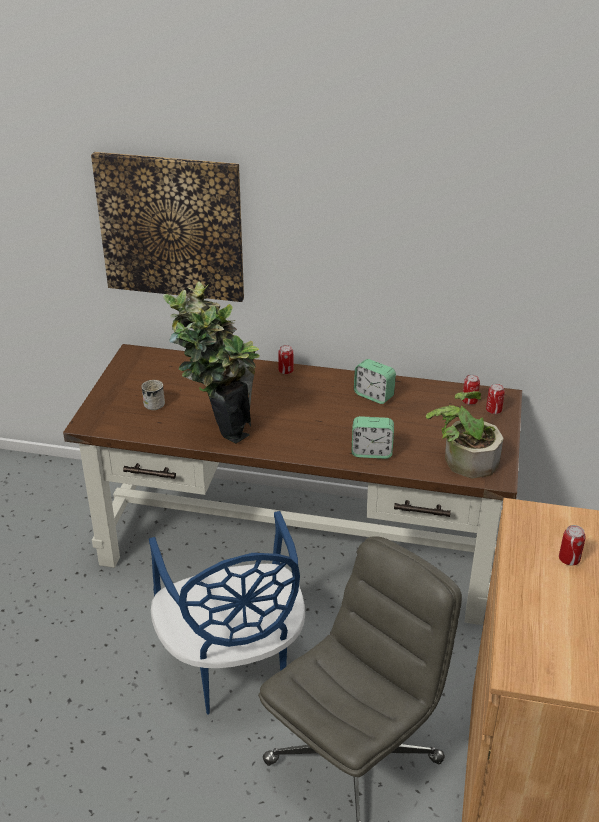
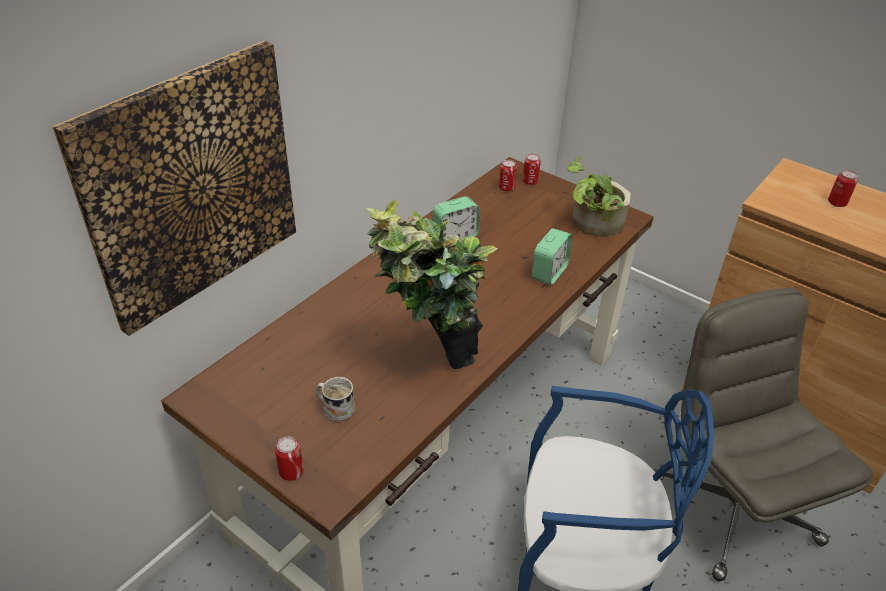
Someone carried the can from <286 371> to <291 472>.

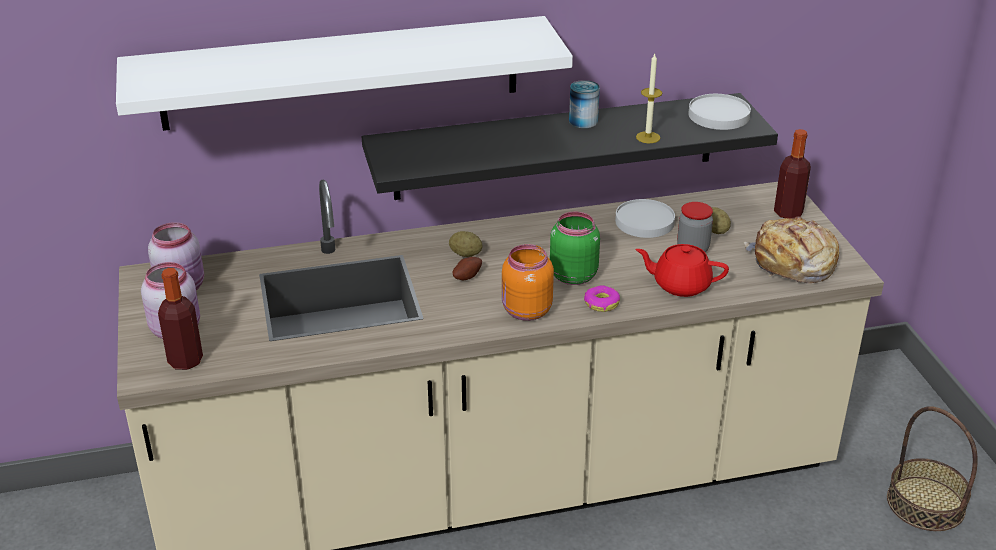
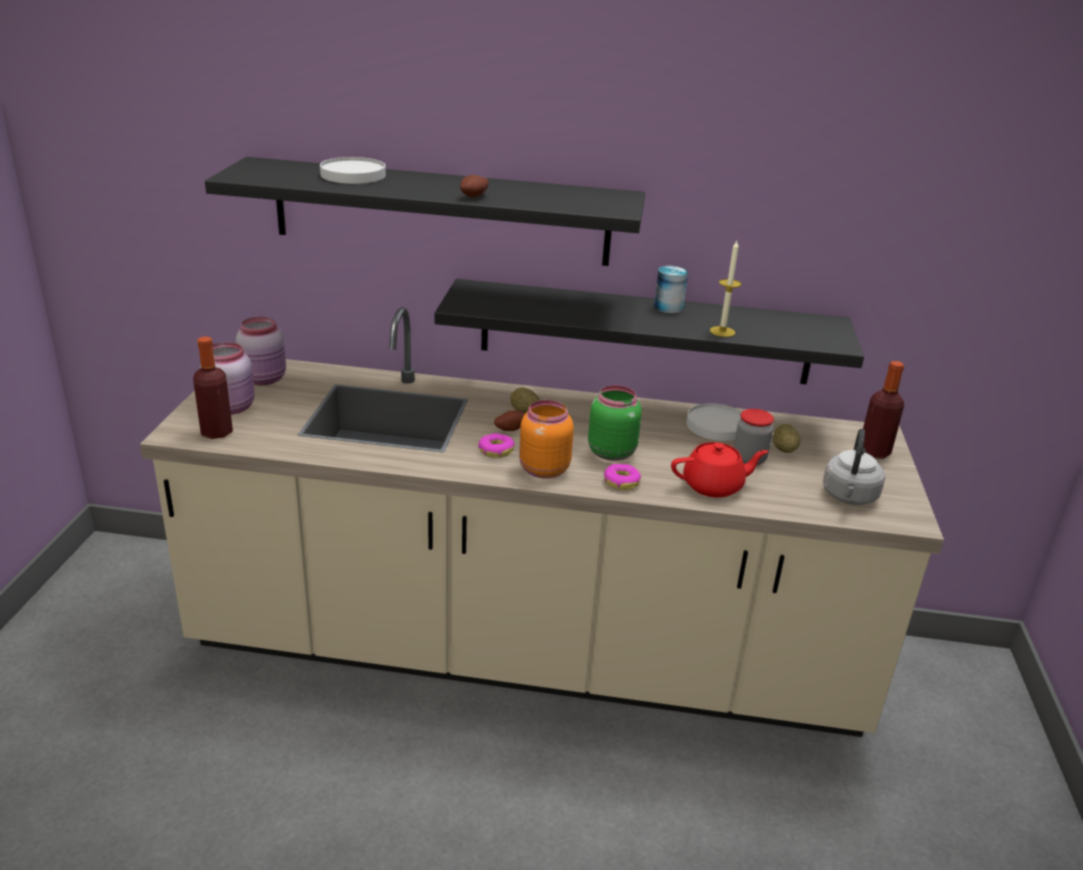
Someone repainted the shelf (white) at <341 73>, which became the shelf (black) at <441 212>.
Someone carried the plate (white) from <719 115> to <353 175>.
Someone put down the potato at <475 197>.
Someone put down the donut at <496 450>.
Someone rotated the teapot (red) at <680 285> by 135 degrees clockwise.
Someone swapped the bread at <793 263> for the kettle (grey) at <849 497>.
Someone took away the basket at <925 503>.

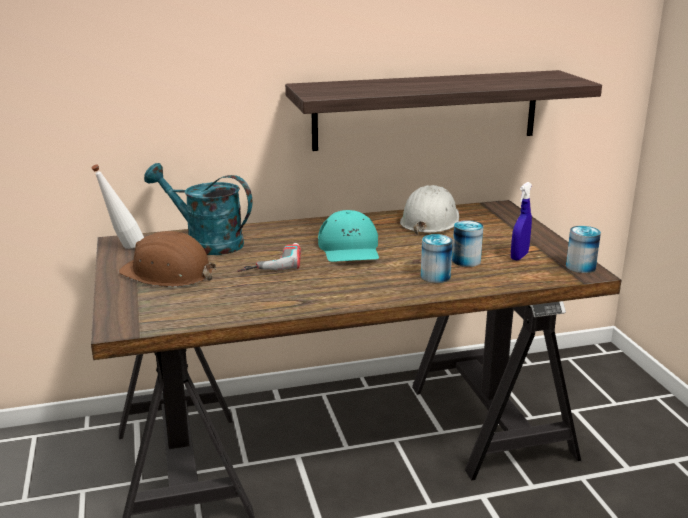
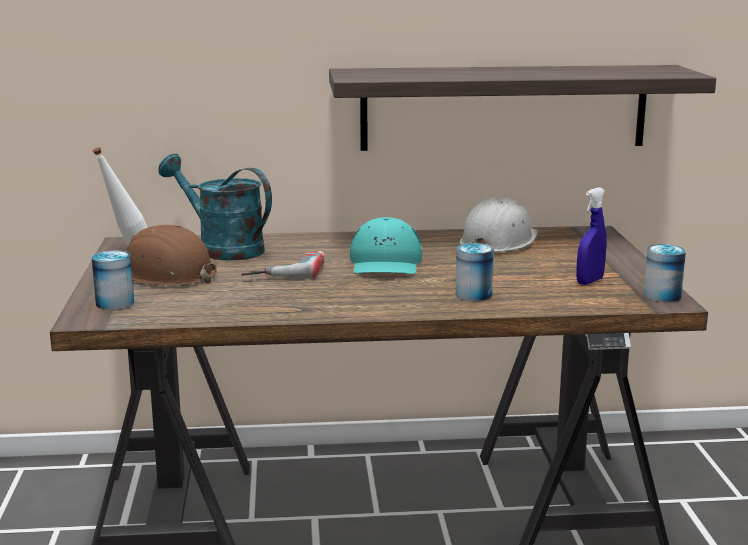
Someone carried the can from <466 261> to <115 303>.

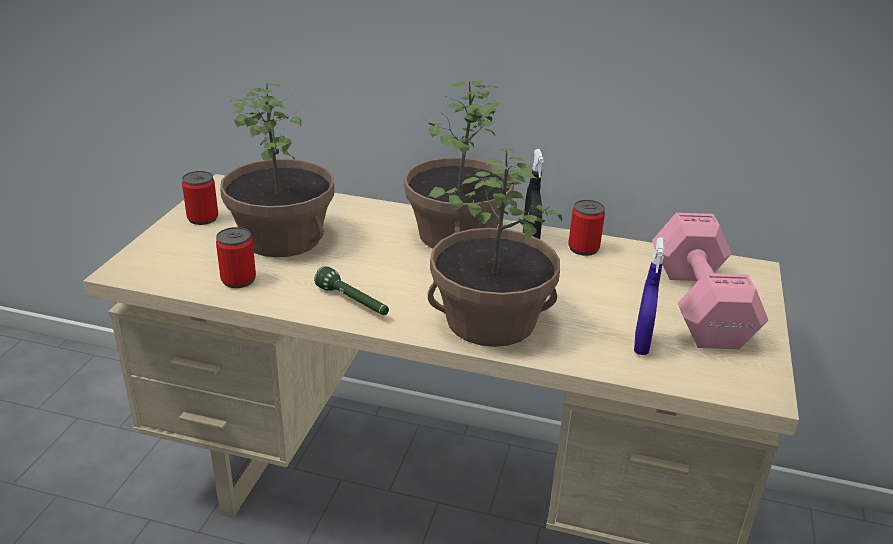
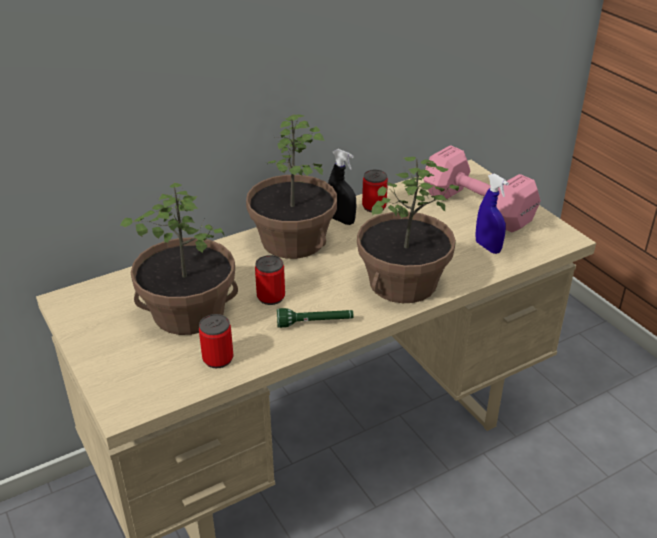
Someone carried the can from <203 218> to <271 297>.

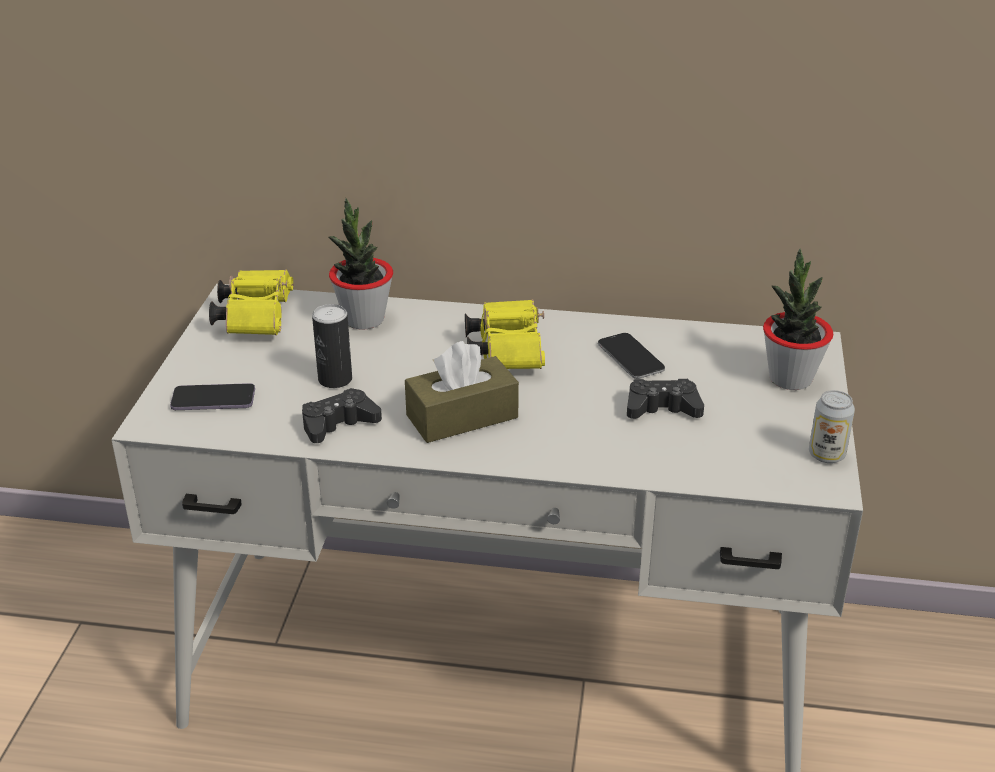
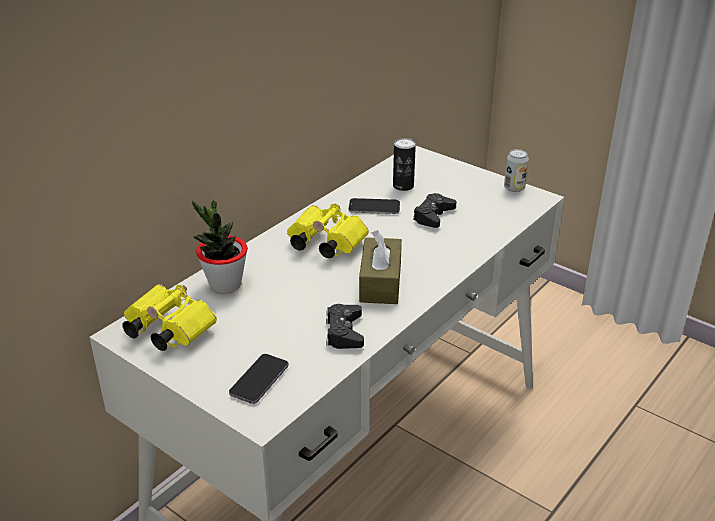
Someone carried the can from <335 379> to <403 186>.
Someone took away the potted plant at <790 378>.

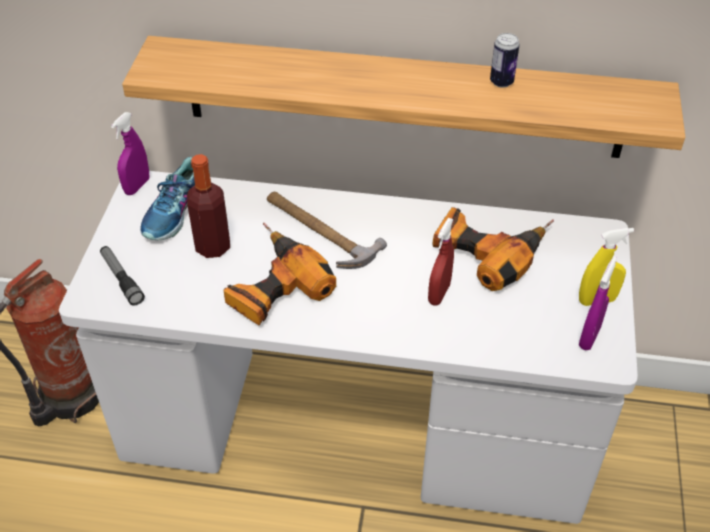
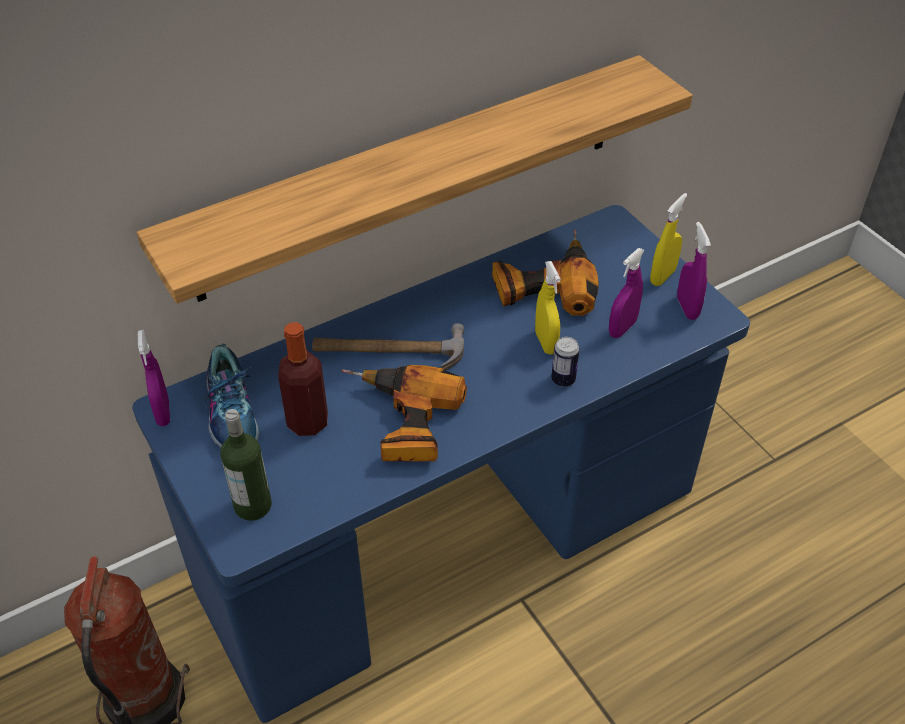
Someone repainted the desk (white) at <355 428>, which became the desk (blue) at <451 540>.
Someone swapped the flashlight at <121 279> for the bottle at <253 505>.
Someone repainted the spray bottle (red) at <439 294>, which became the spray bottle (yellow) at <545 342>.
Someone carried the can from <501 82> to <563 380>.
Someone put down the spray bottle (purple) at <622 328>.

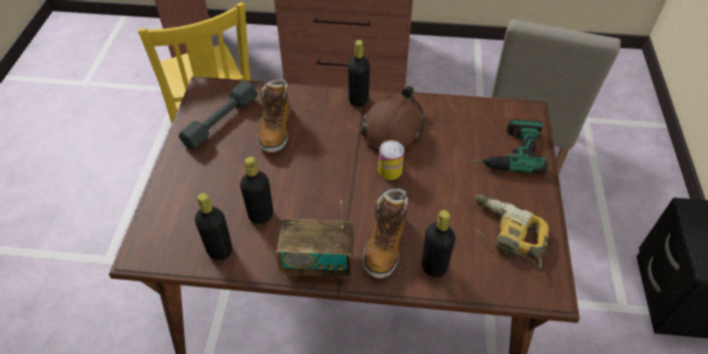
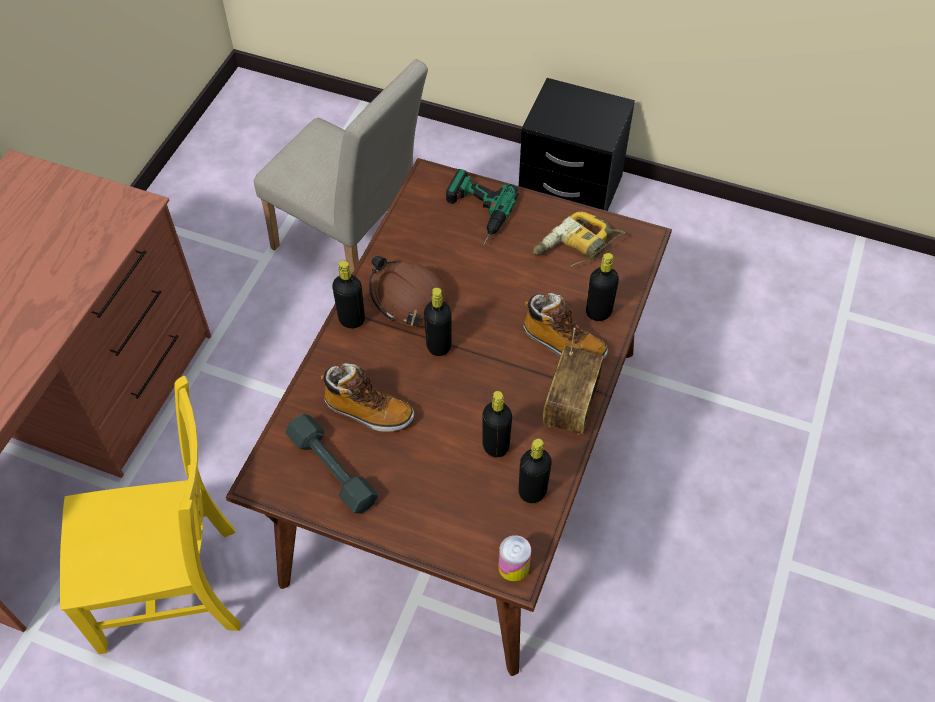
Someone put down the bottle (black) at <438 346>.
Someone carried the can from <390 170> to <513 567>.

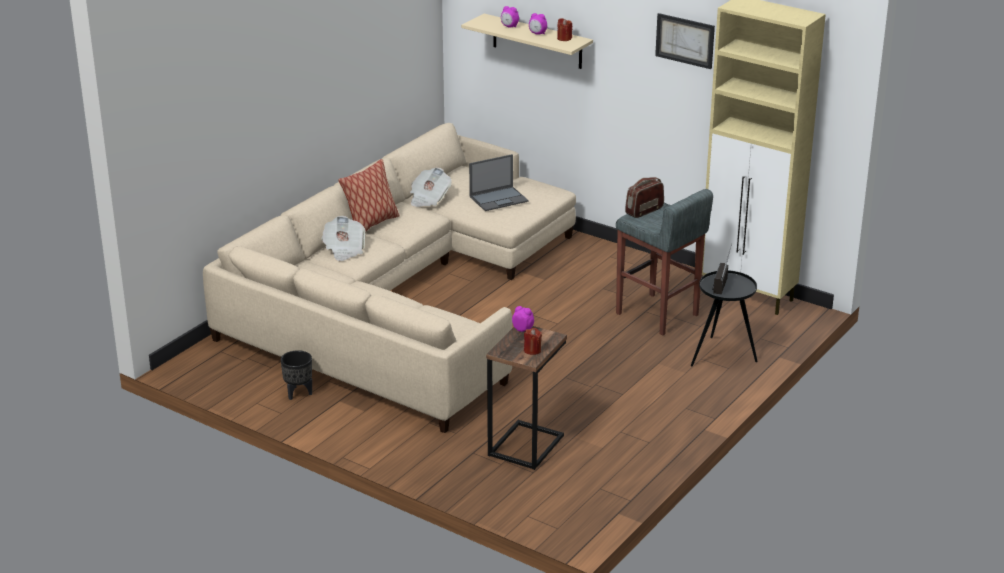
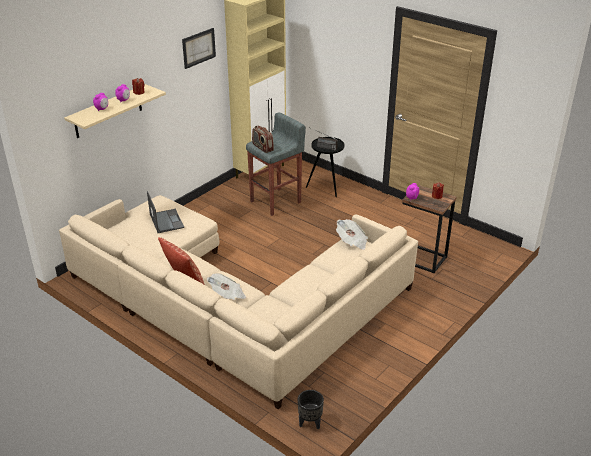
Someone carried the planter (black) from <298 393> to <309 423>.
Someone carried the newspaper from <429 199> to <352 241>.

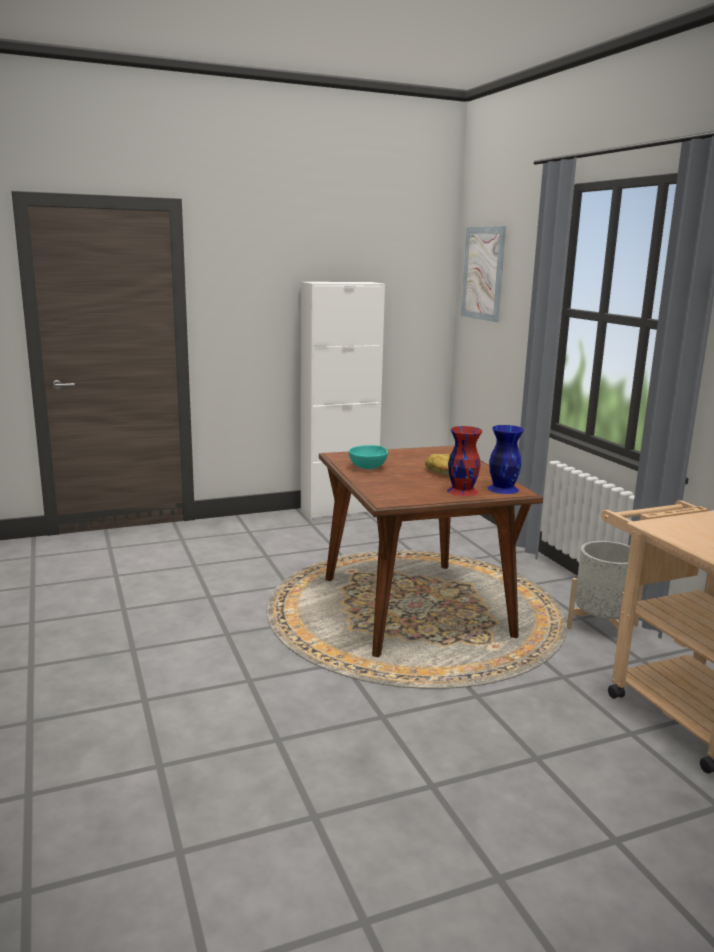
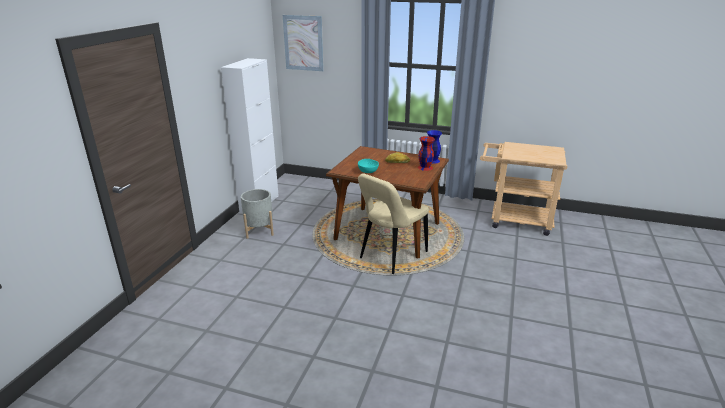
Someone carried the planter (grey) from <602 626> to <259 230>.
Someone put down the chair (beige) at <391 256>.

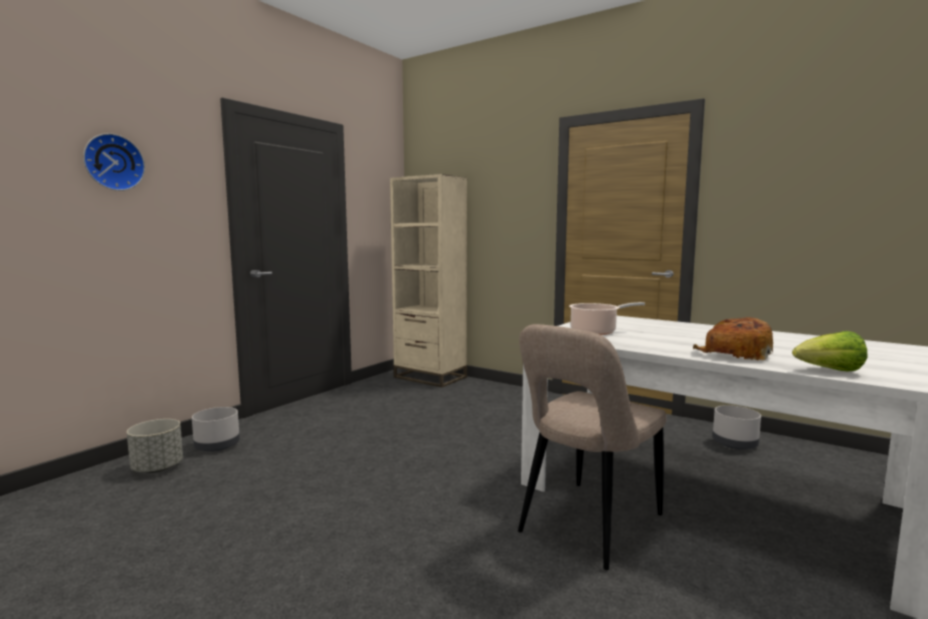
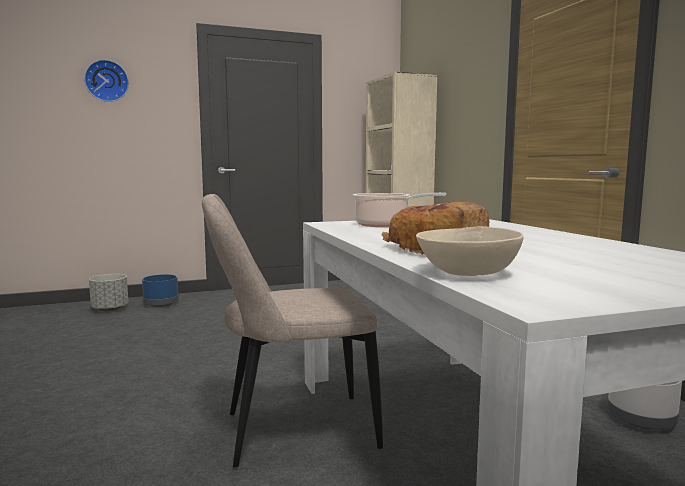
Someone repainted the planter (grey) at <216 446>, which became the planter (blue) at <161 304>.
Someone swapped the lettuce at <829 371> for the bowl (beige) at <467 272>.

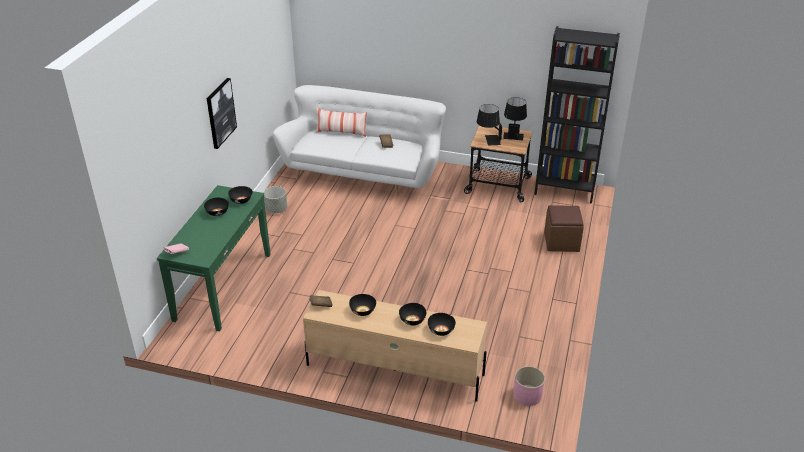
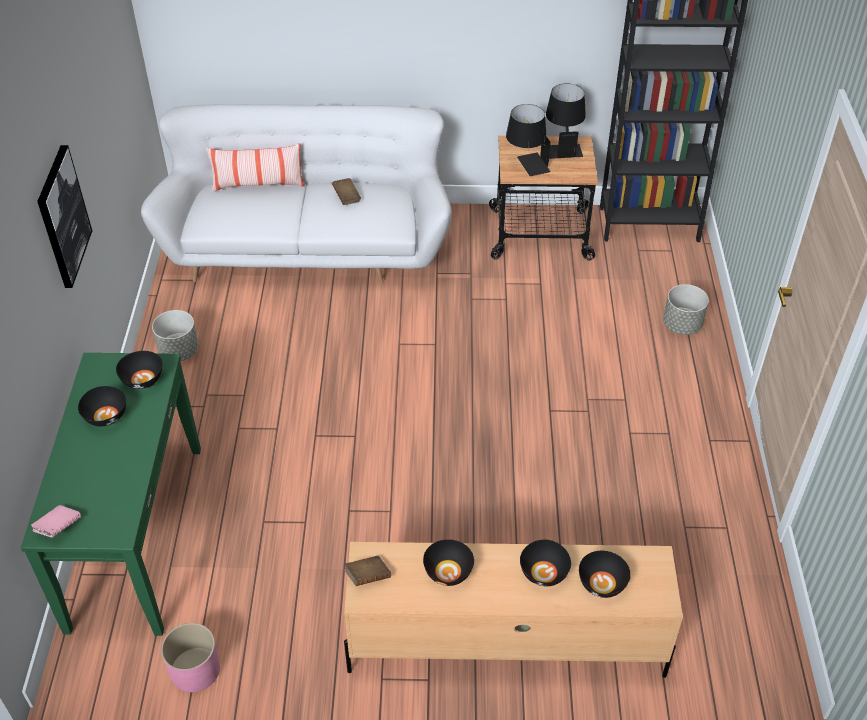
Someone carried the planter (pink) from <527 395> to <194 669>.
Someone swapped the ottoman (brown) at <561 242> for the planter (grey) at <681 325>.

